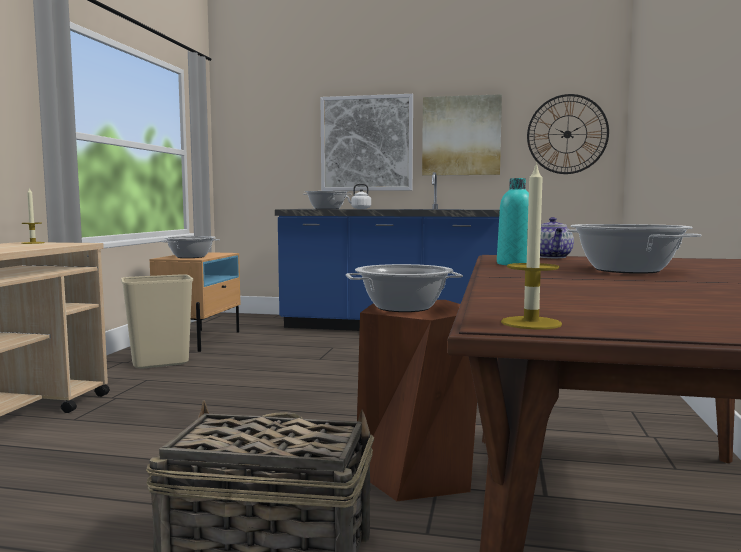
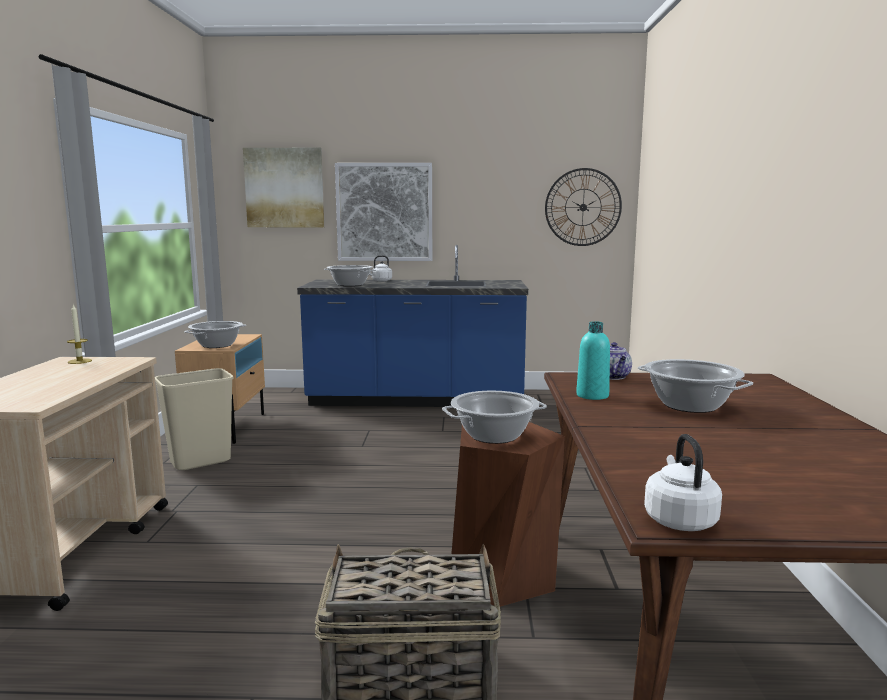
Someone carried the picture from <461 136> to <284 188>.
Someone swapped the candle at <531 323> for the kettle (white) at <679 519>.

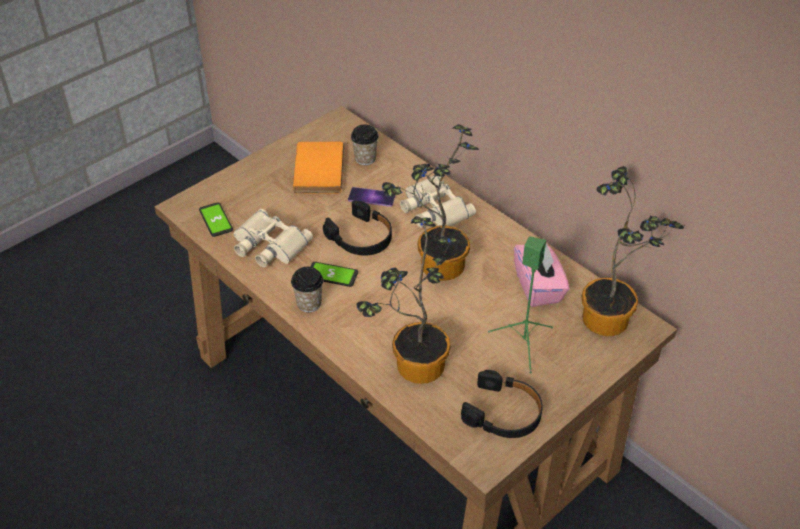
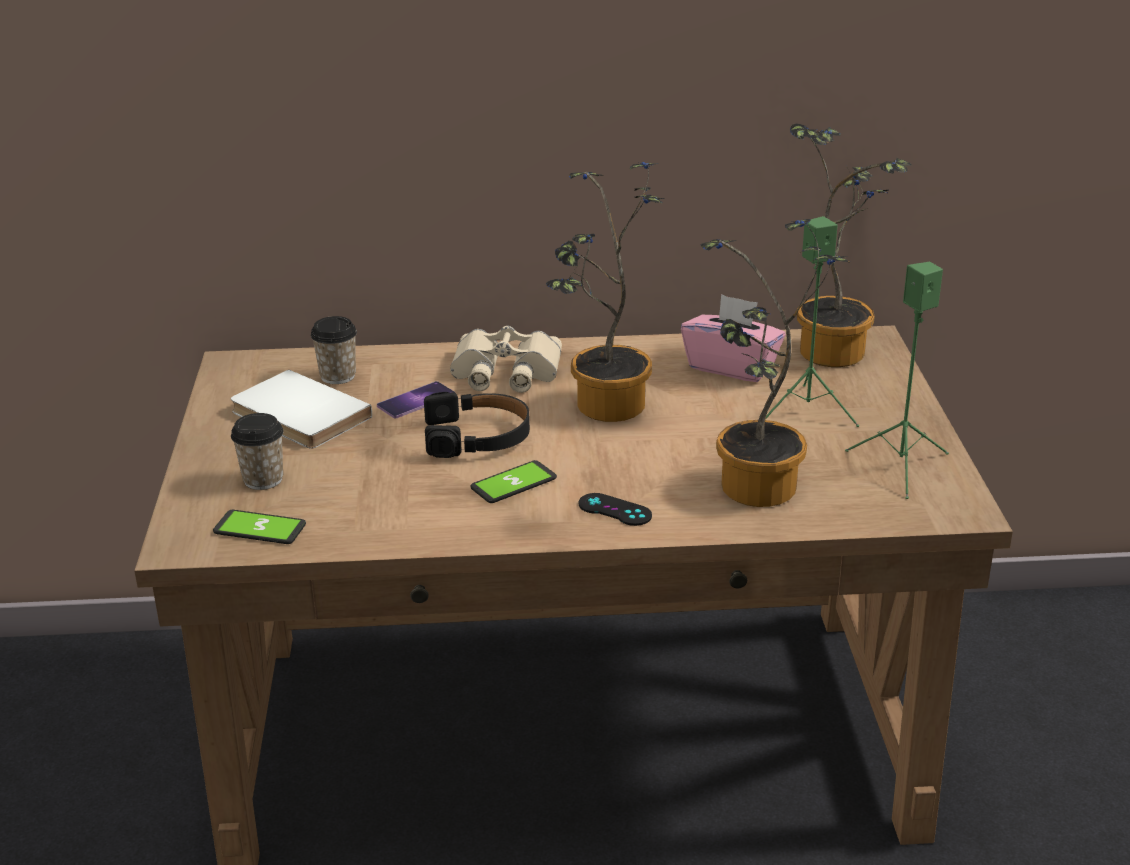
Someone repainted the book (orange) at <316 170>, which became the book (white) at <297 416>.
Someone carried the cup from <309 303> to <263 479>.
Someone put down the game controller (black) at <615 510>.
Someone swapped the headphones (black) at <503 413> for the speaker (green) at <900 467>.
Someone took away the binoculars (beige) at <268 245>.

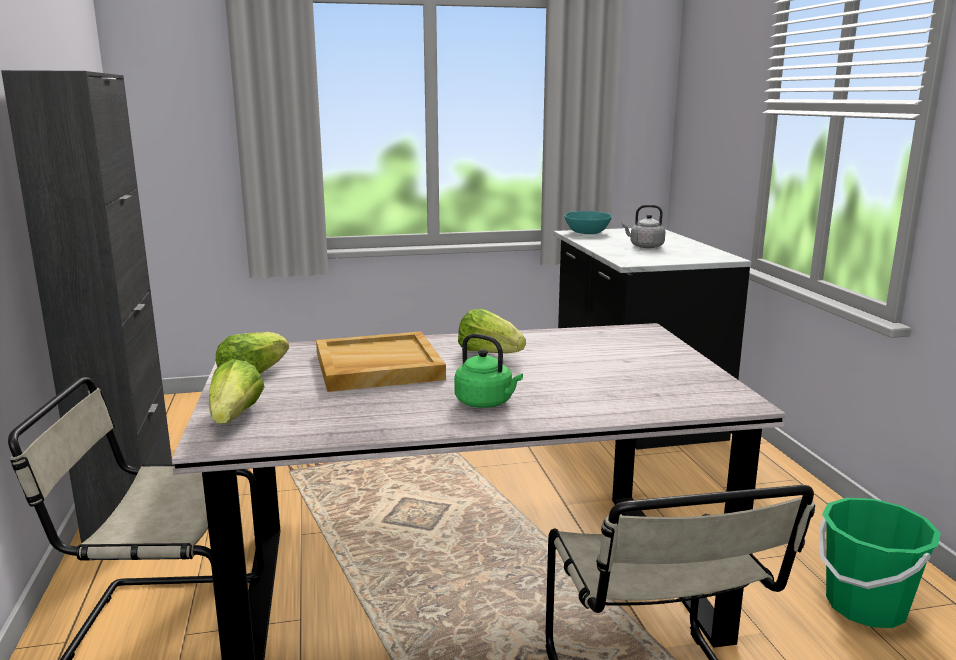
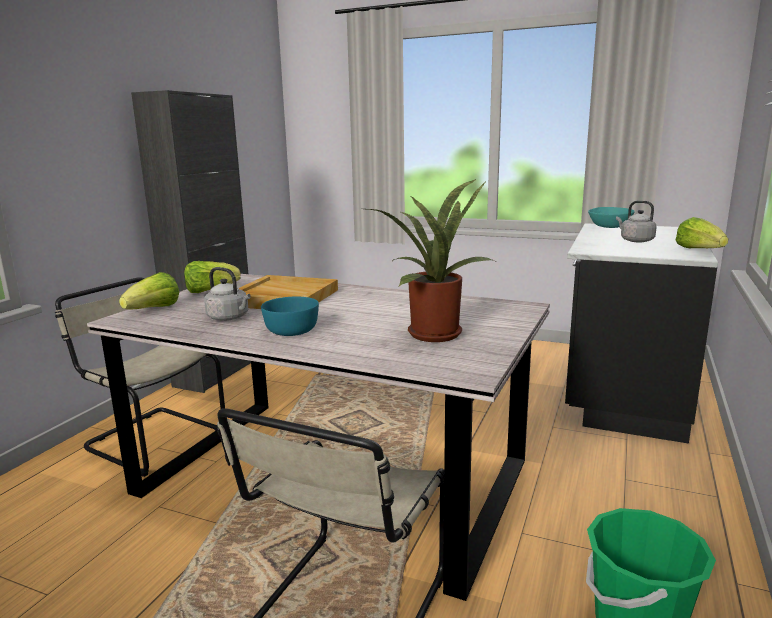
Someone put down the kettle (grey) at <230 318>.
Someone swapped the kettle (green) at <486 403> for the bowl (turquoise) at <292 330>.
Someone put down the potted plant at <432 332>.
Someone carried the lettuce from <489 354> to <699 250>.

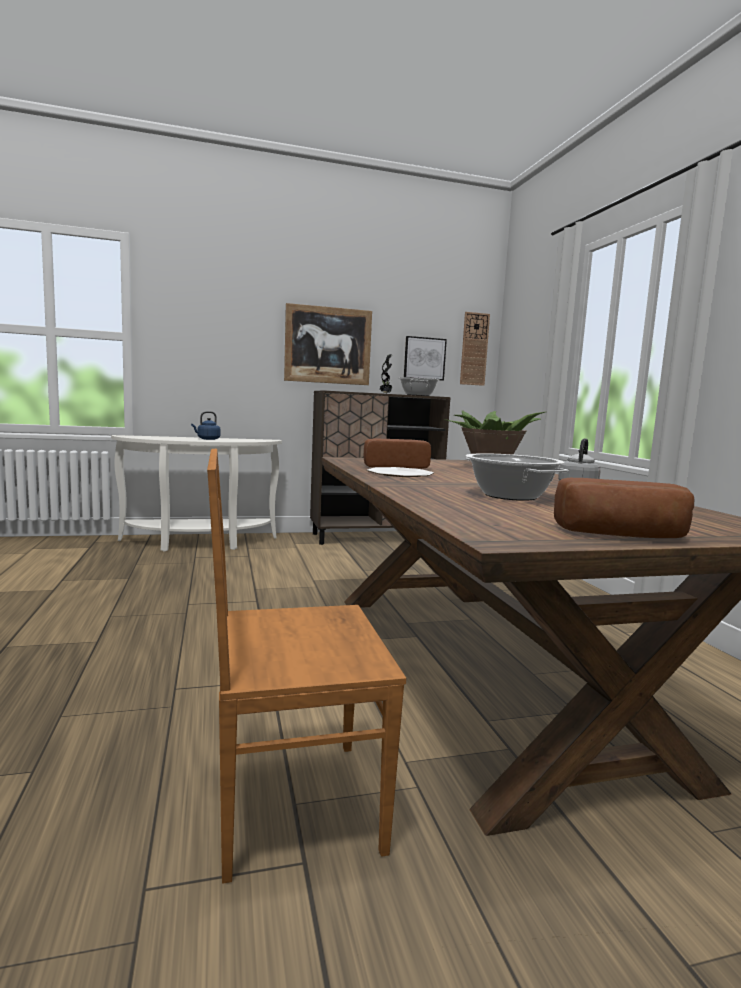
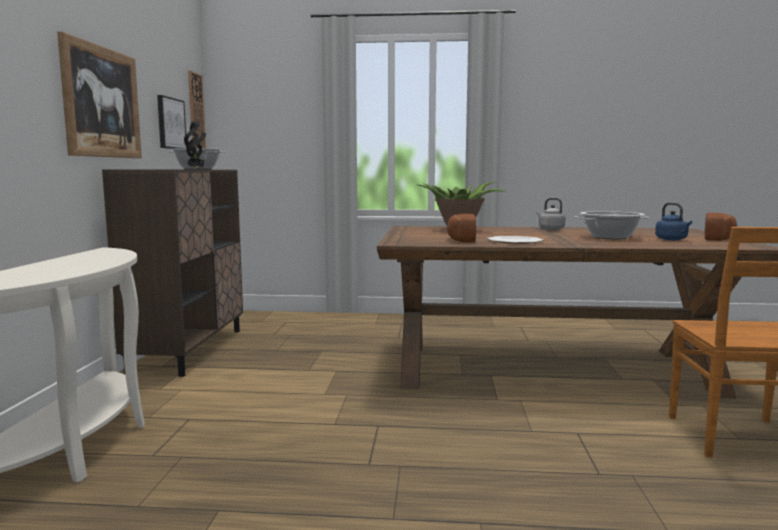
Someone carried the kettle (blue) from <207 439> to <672 239>.

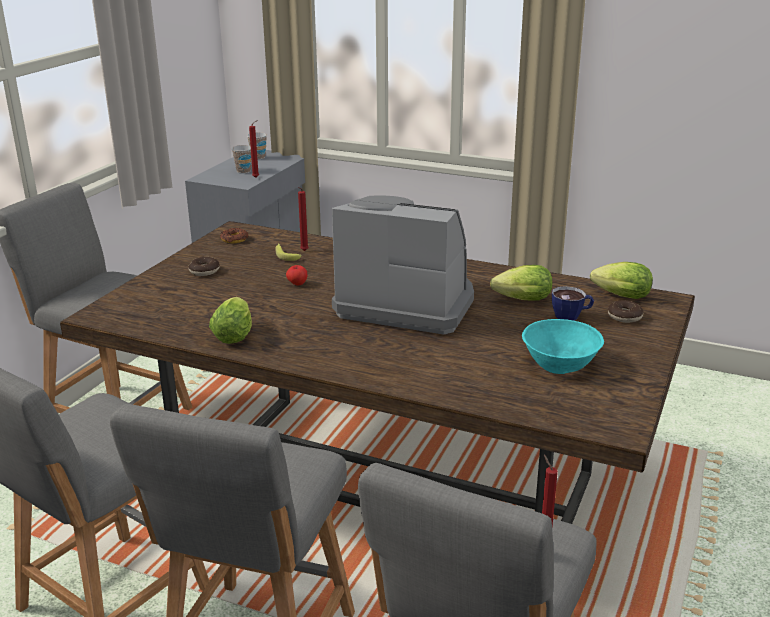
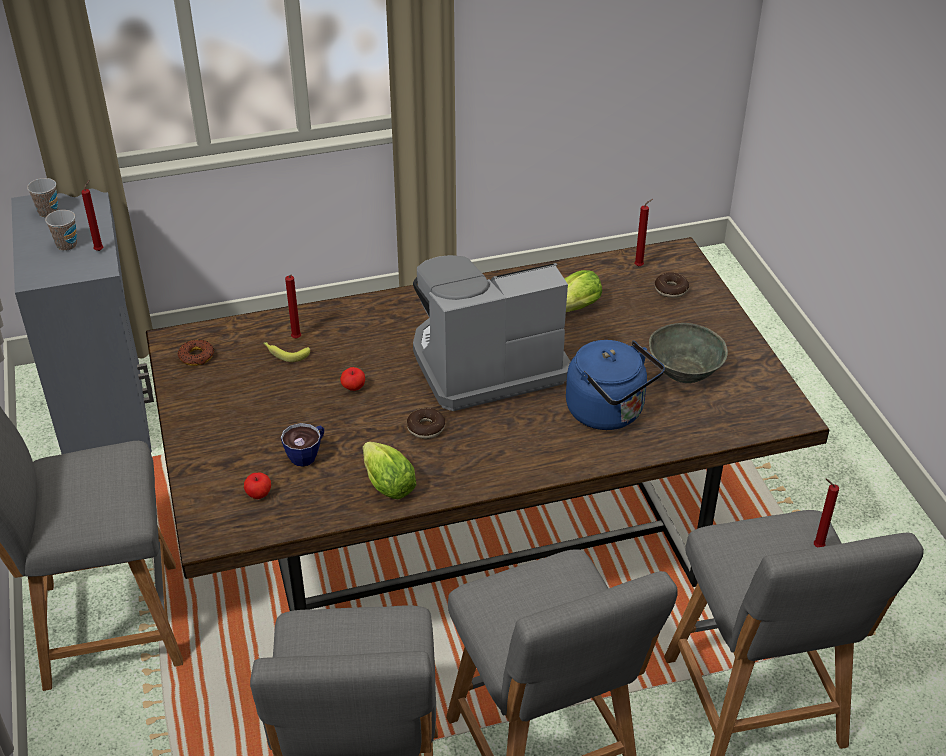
Someone put down the apple at <259 494>.
Someone carried the cup from <571 316> to <307 454>.
Someone carried the donut from <204 271> to <426 428>.
Someone put down the kettle (blue) at <609 412>.
Someone swapped the lettuce at <618 296> for the candle (red) at <640 266>.
Someone repainted the bowl (turquoise) at <558 364>, which became the bowl (grey) at <683 371>.

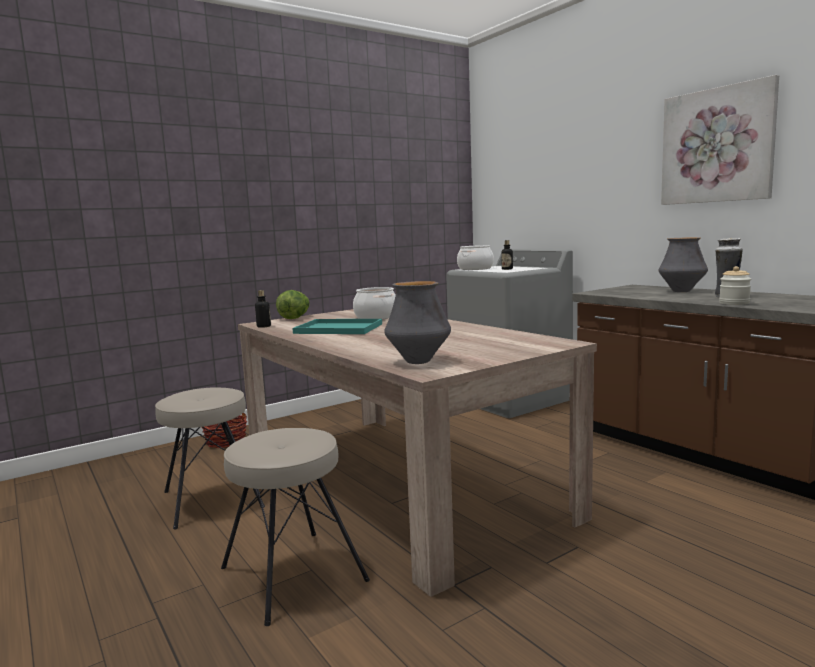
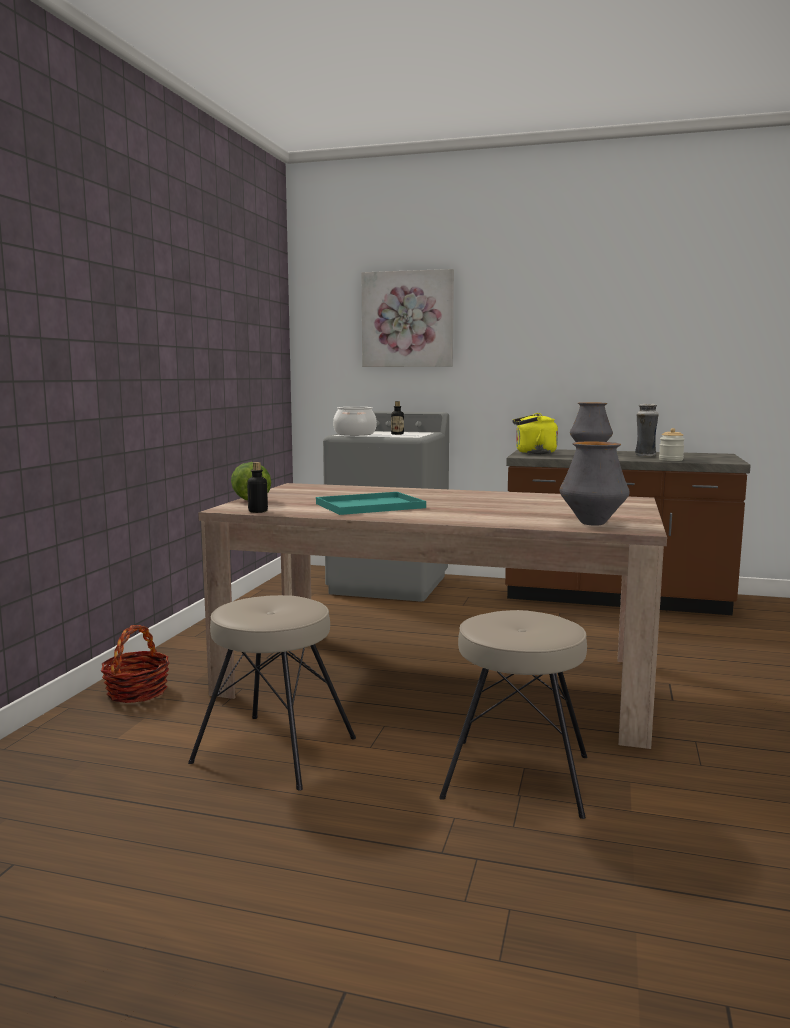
Someone carried the picture from <717 145> to <408 319>.
Someone put down the kettle (yellow) at <533 453>.
Someone took away the cooking pot at <376 317>.

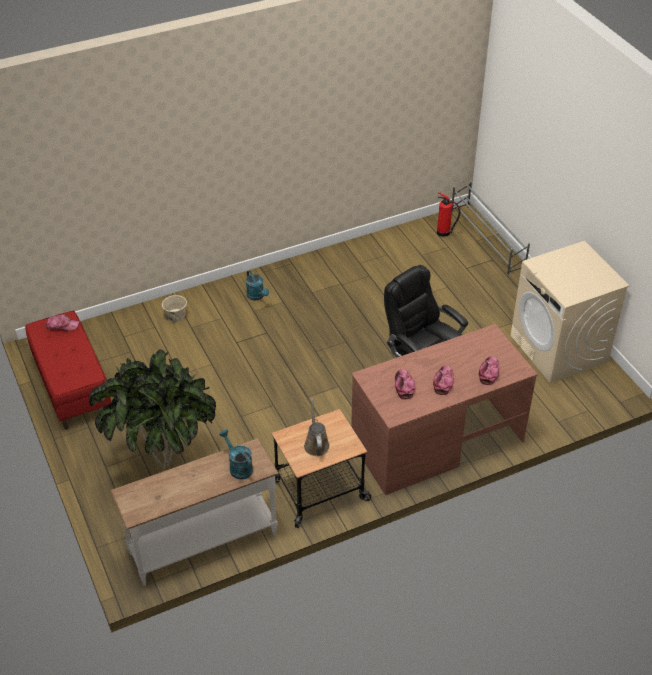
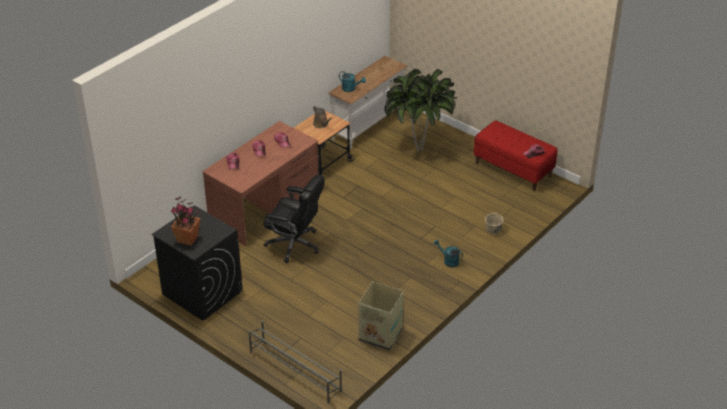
Someone repainted the washing machine (beige) at <559 349>, which became the washing machine (black) at <202 292>.
Someone put down the potted plant at <188 239>.
Someone put down the cardboard box at <381 335>.
Someone took away the fire extinguisher at <444 233>.

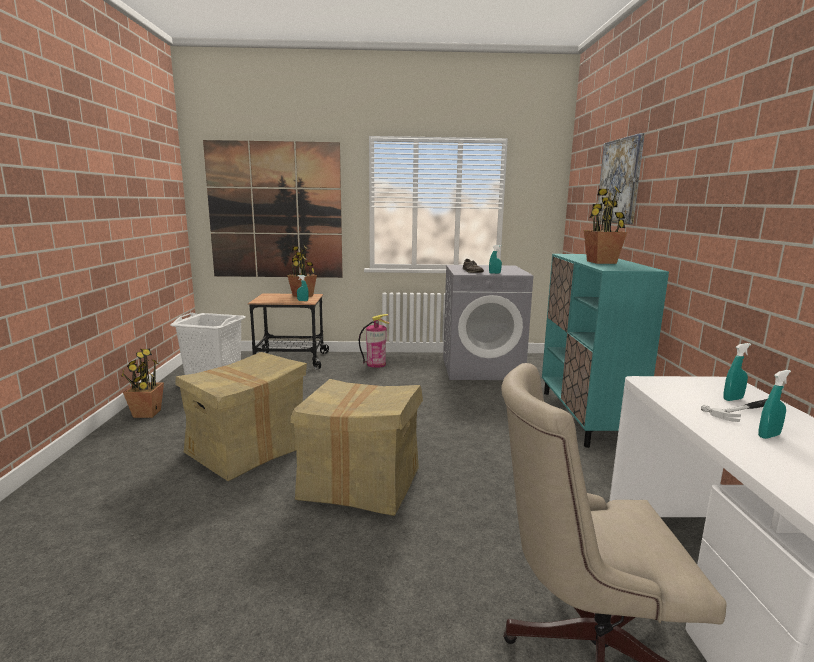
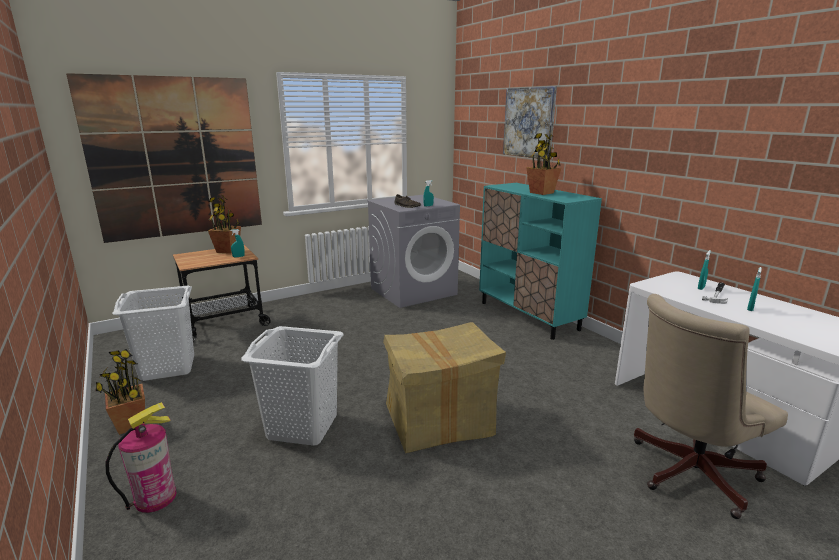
Someone carried the fire extinguisher from <376 364> to <155 498>.
Someone swapped the cardboard box at <247 450> for the laundry basket (white) at <302 426>.

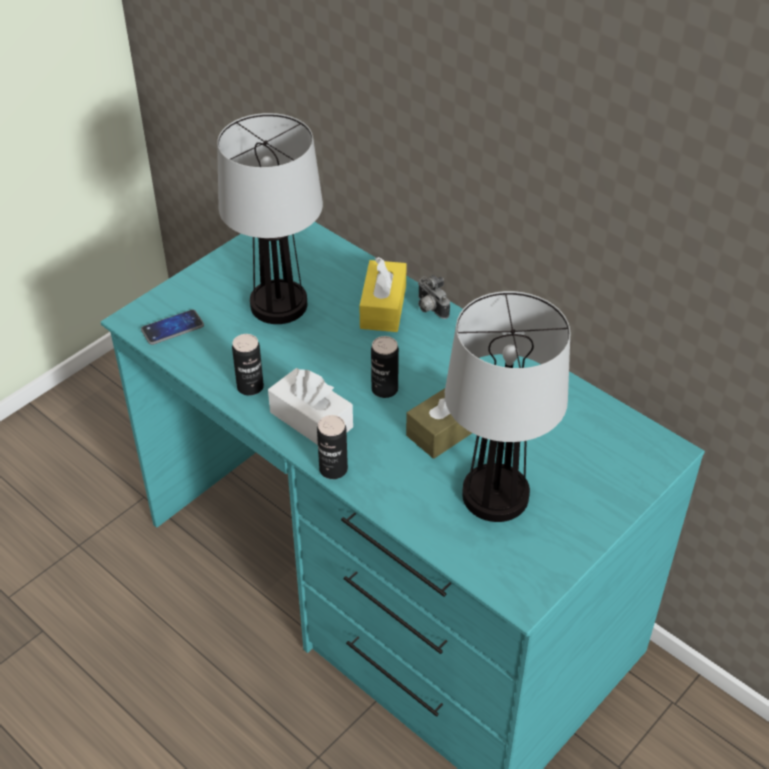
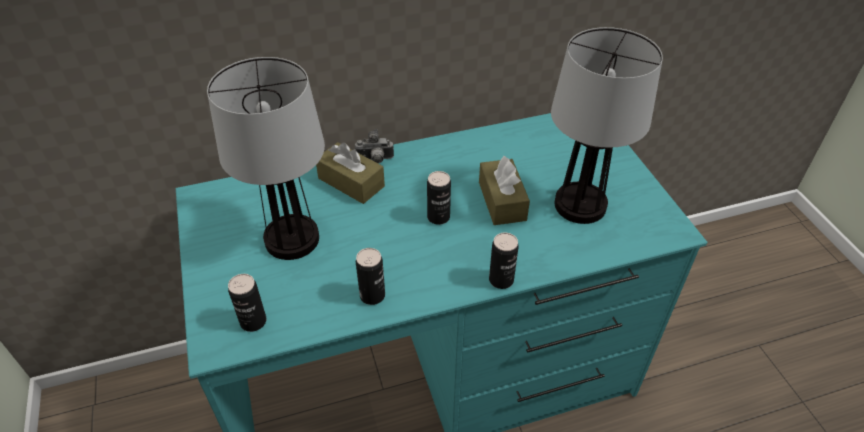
Someone swapped the phone at <172 328> for the can at <253 321>.
Someone repainted the tissue box (yellow) at <383 307>, which became the tissue box (brown) at <351 182>.
Someone took away the tissue box (white) at <311 420>.

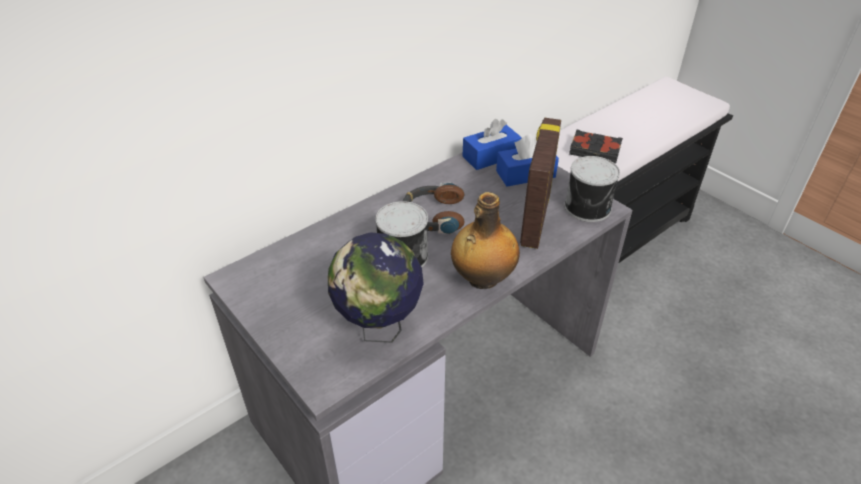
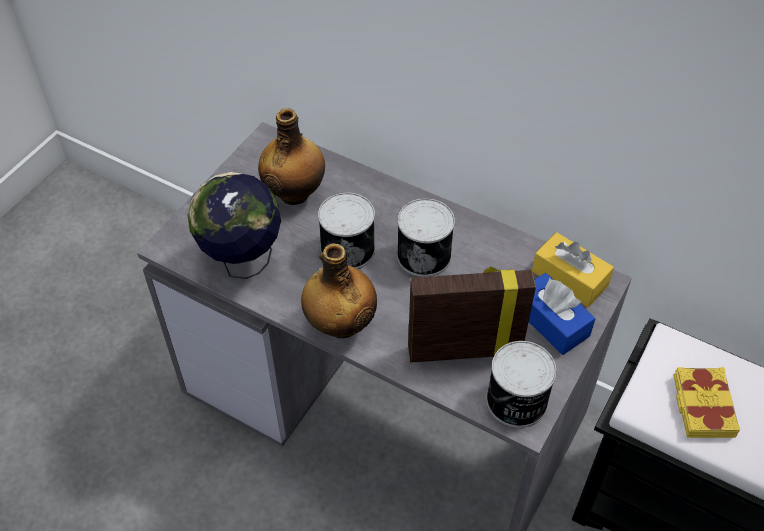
Someone put down the bottle at <295 193>.
Someone swapped the headphones at <432 215> for the can at <424 254>.
Someone repainted the tissue box (blue) at <491 156>, which became the tissue box (yellow) at <569 278>.
Someone repainted the book (black) at <594 151>, which became the book (yellow) at <702 406>.

